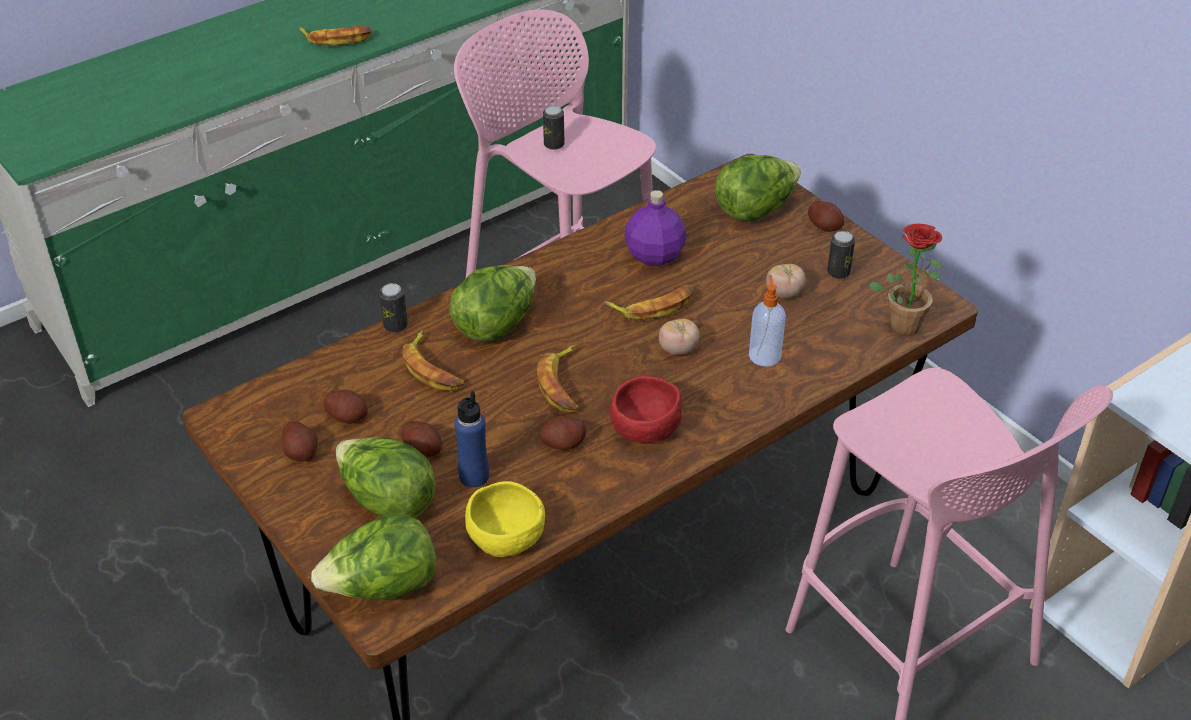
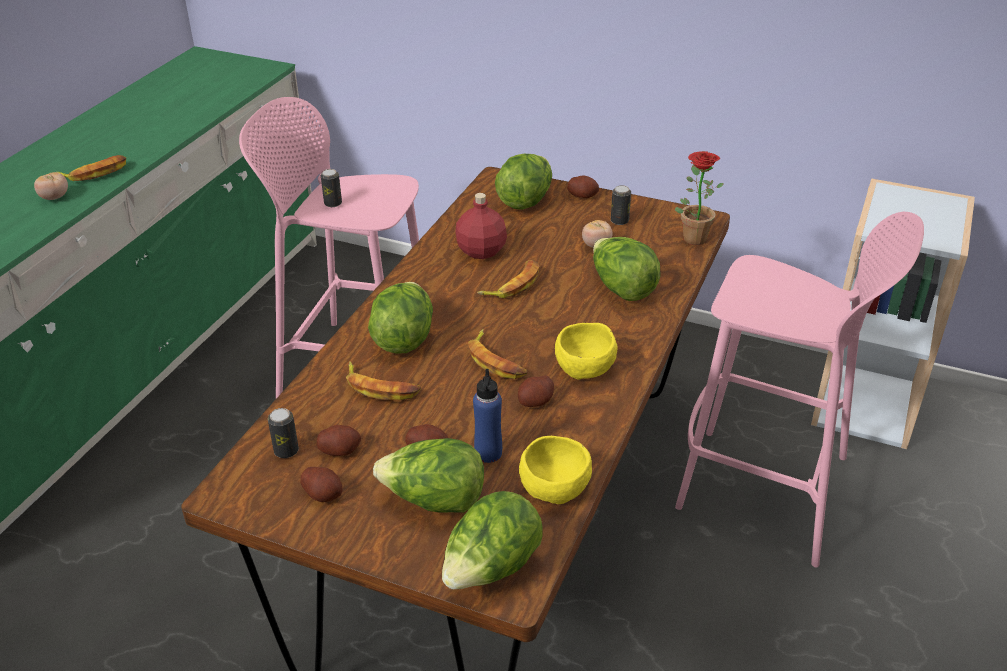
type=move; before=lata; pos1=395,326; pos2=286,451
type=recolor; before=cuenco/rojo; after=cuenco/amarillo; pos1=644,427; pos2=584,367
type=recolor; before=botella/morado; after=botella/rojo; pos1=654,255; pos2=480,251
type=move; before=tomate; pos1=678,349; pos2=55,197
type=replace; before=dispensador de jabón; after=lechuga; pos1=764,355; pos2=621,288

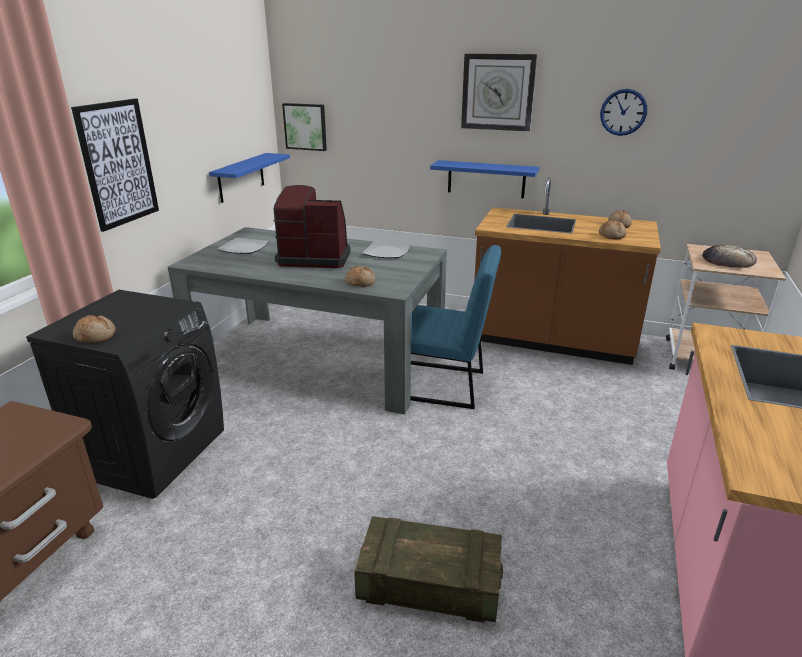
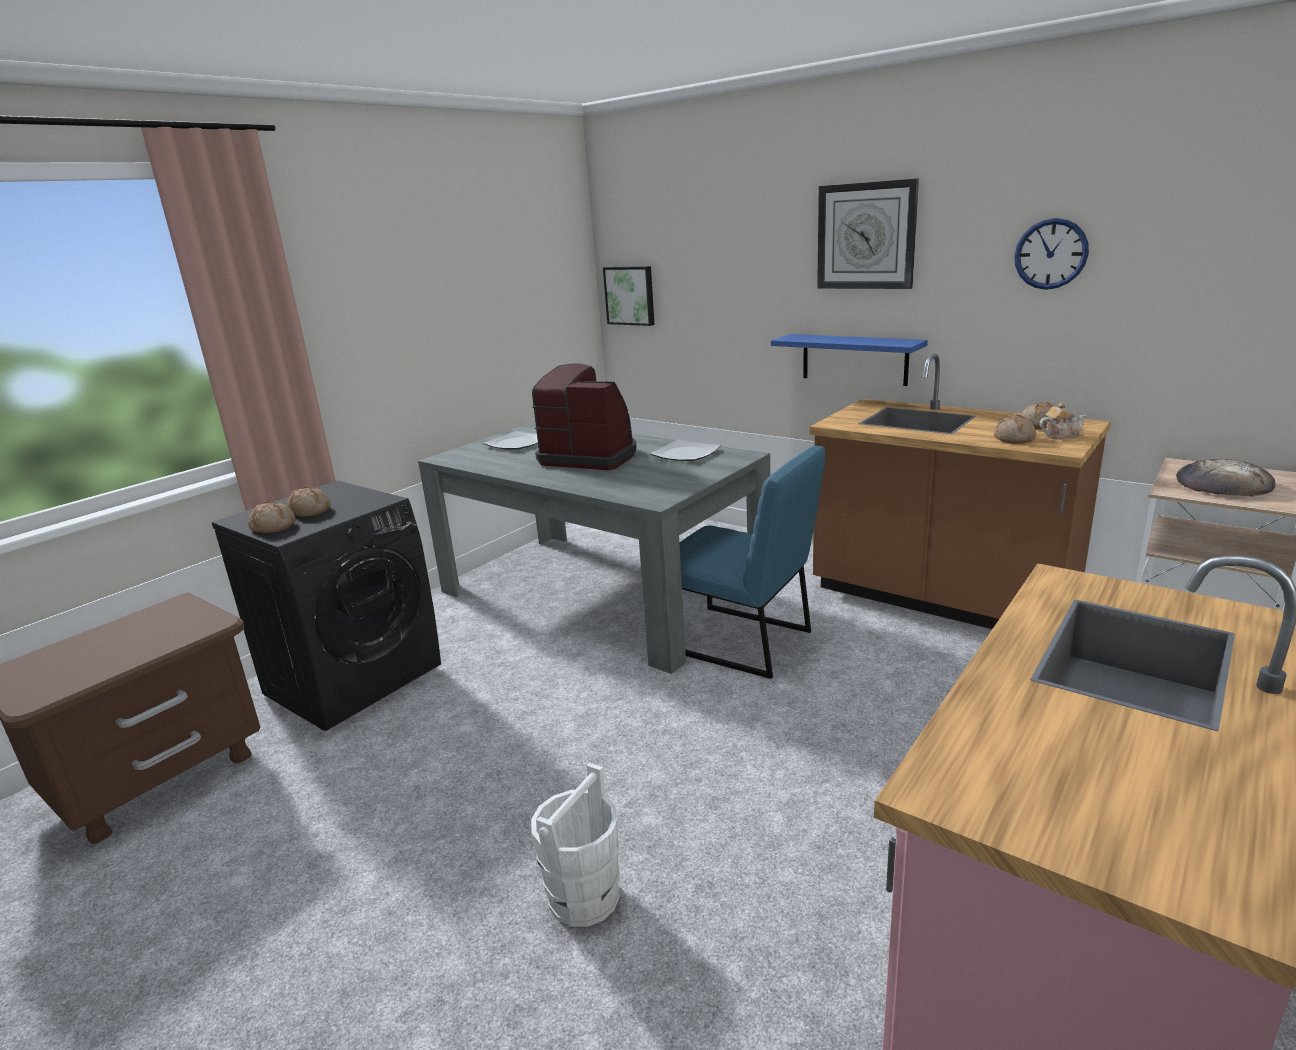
type=delete; before=cuadro; pos1=118,164
type=delete; before=estante/azul; pos1=241,177
type=move; before=pan; pos1=360,282; pos2=310,511
type=replace; before=caja de embalaje; after=cubo/blanco; pos1=429,584; pos2=583,897
type=insert; after=tetera; pos2=1060,435

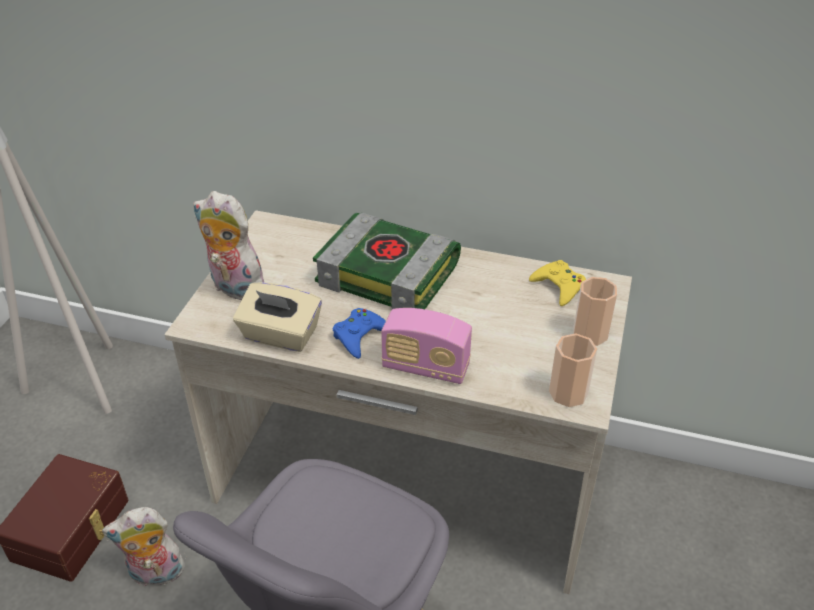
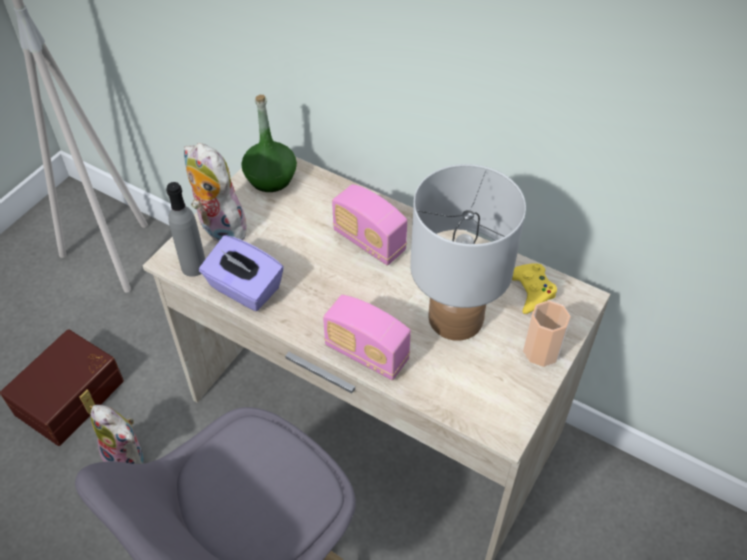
type=rotate; before=peluche; pos1=155,575; pos2=128,457; turn=-150
type=recolor; before=caja de pañuelos/beis; after=caja de pañuelos/morado; pos1=280,335; pos2=244,289
type=replace; before=libro; after=radio; pos1=390,274; pos2=369,242
type=delete; before=mando de consola/azul; pos1=360,336
type=delete; before=taza; pos1=568,393
type=insert; after=botella/gris; pos2=194,266
type=insert; after=botella/verde; pos2=270,178
type=insert; after=lámpara de mesa/gris; pos2=455,319

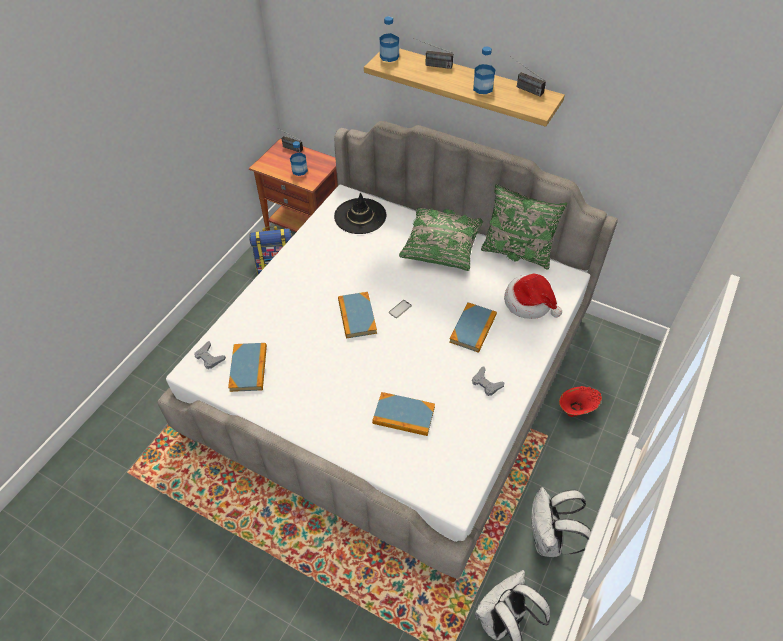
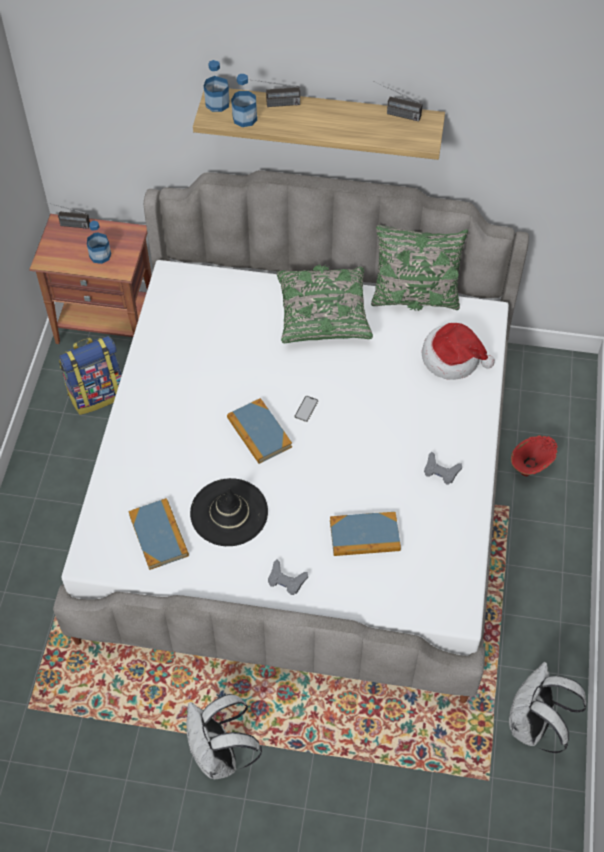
type=move; before=mando de consola/gris; pos1=209,357; pos2=286,580
type=move; before=sombrero/negro; pos1=360,216; pos2=229,512
type=delete; before=libro; pos1=473,329
type=move; before=botella; pos1=482,88; pos2=245,118
type=move; before=mochila/blanco; pos1=548,539; pos2=220,756

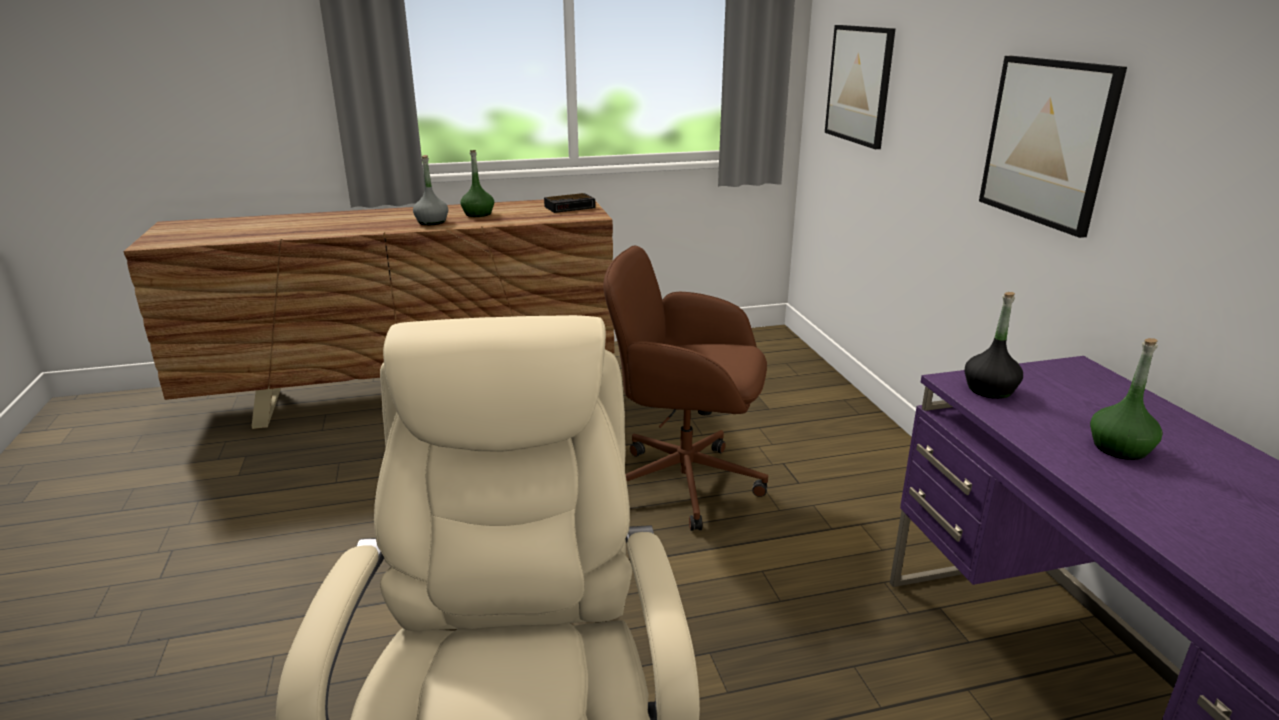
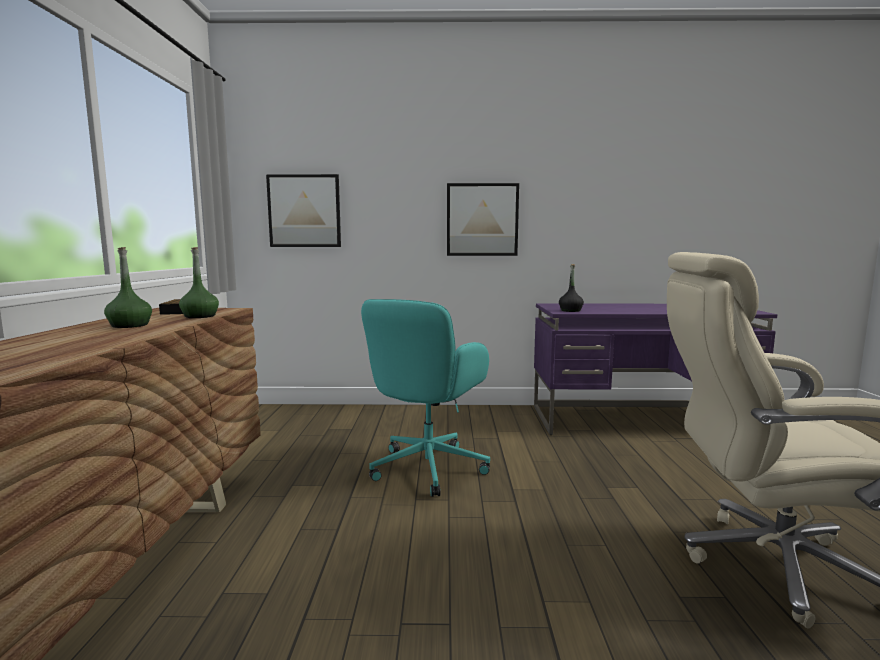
type=delete; before=botella/gris; pos1=432,222
type=recolor; before=silla de oficina/marrón; after=silla de oficina/turquesa; pos1=685,483; pos2=428,468
type=move; before=botella/verde; pos1=1119,448; pos2=200,316

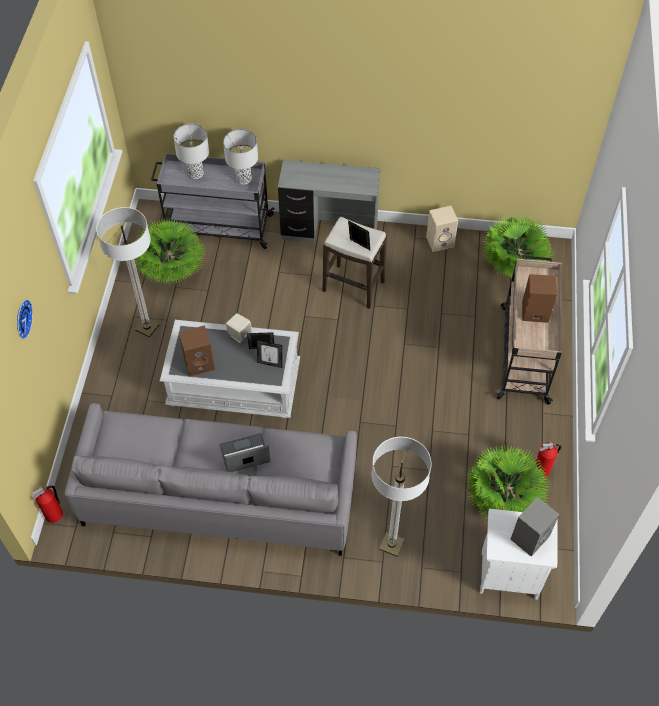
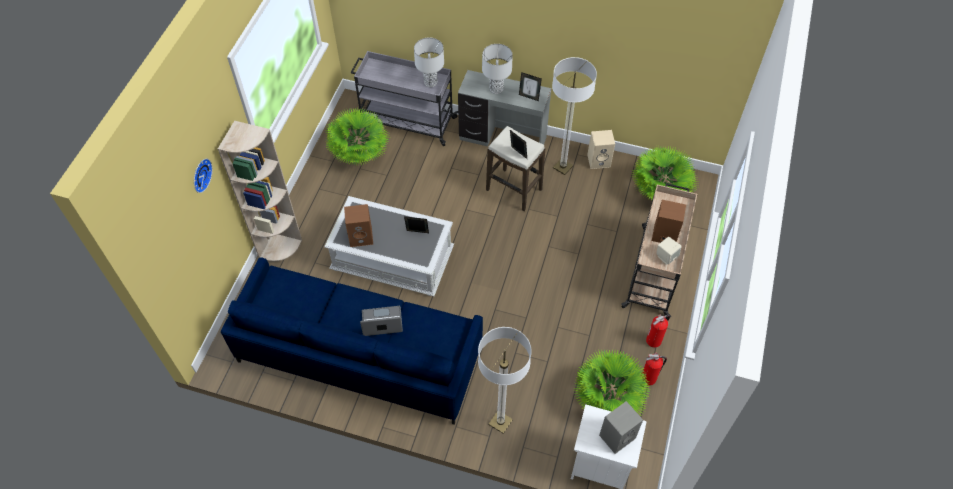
type=move; before=extintor; pos1=54,515; pos2=654,341
type=recolor; before=sofá/gris; after=sofá/azul; pos1=219,494; pos2=359,353
type=move; before=lámpara de pie; pos1=147,328; pos2=562,167
type=move; before=lámpara de mesa/blanco; pos1=195,173; pos2=496,89
type=move; before=altavoz/beis; pos1=239,334; pos2=666,256
type=move; before=portarretratos; pos1=270,363; pos2=529,96
type=insert; after=estantería/beis; pos2=280,250

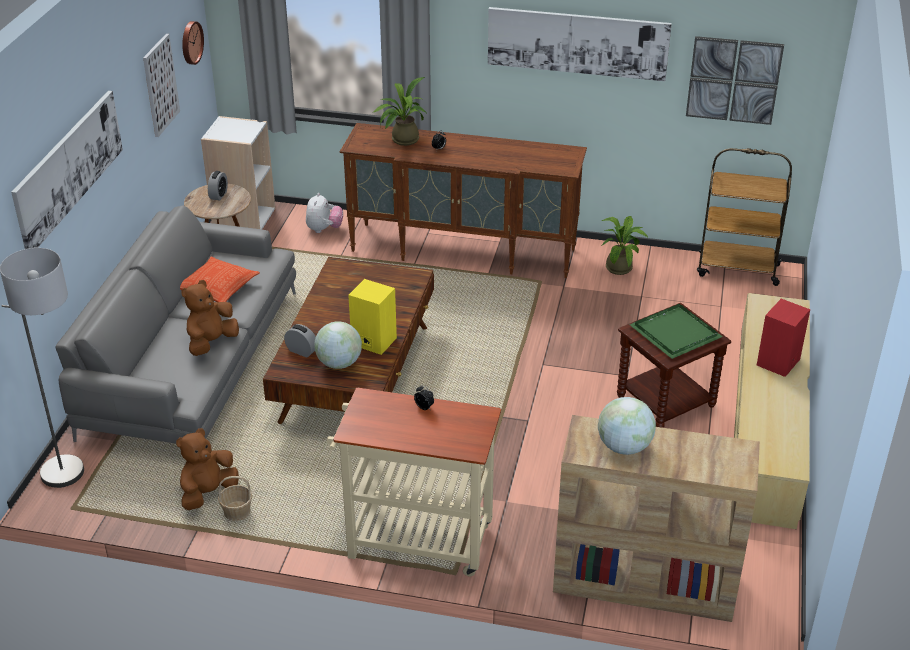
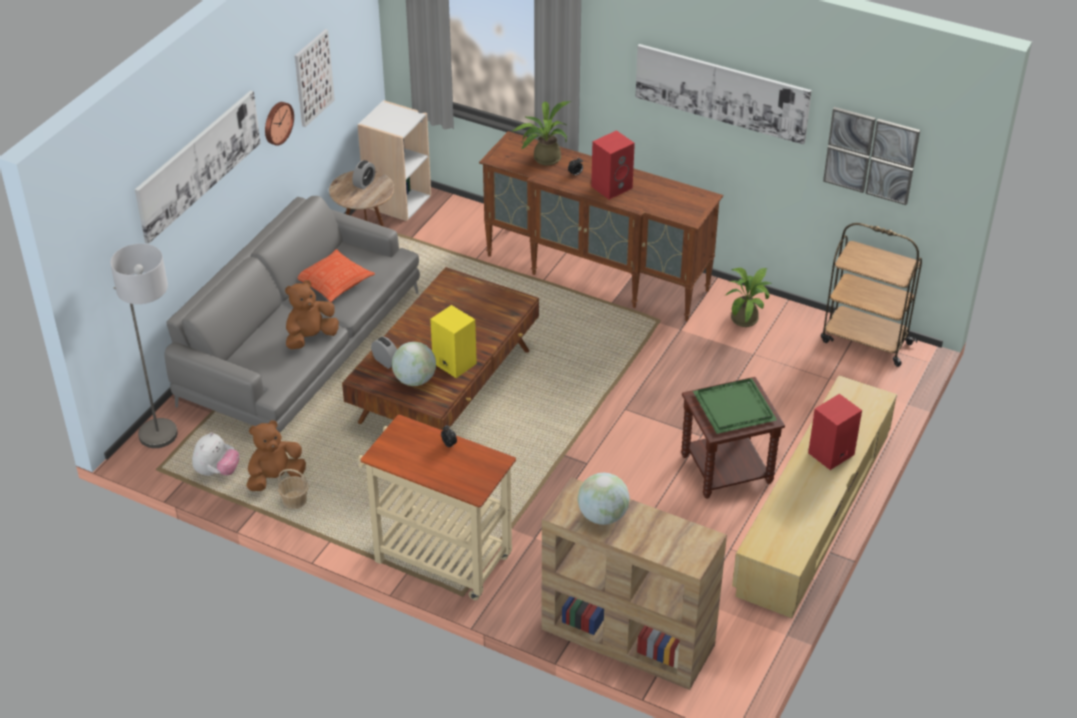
type=move; before=reloj de pared; pos1=190,42; pos2=277,122
type=move; before=peluche; pos1=324,229; pos2=217,472
type=insert; after=altavoz/rojo; pos2=612,186

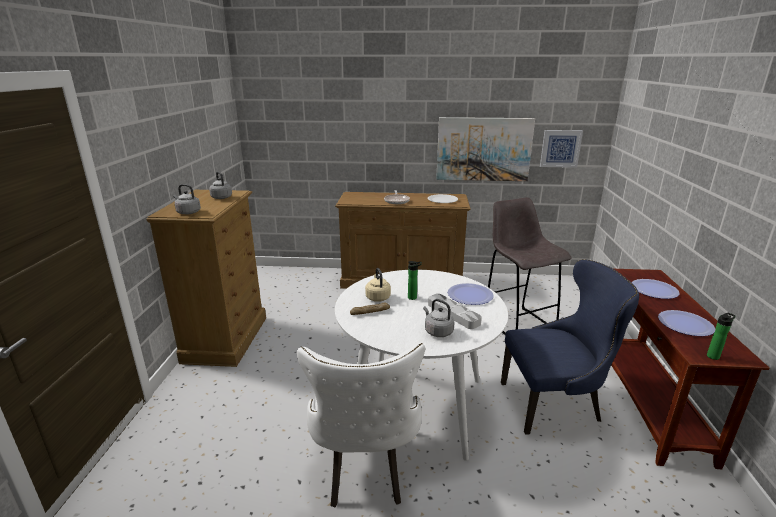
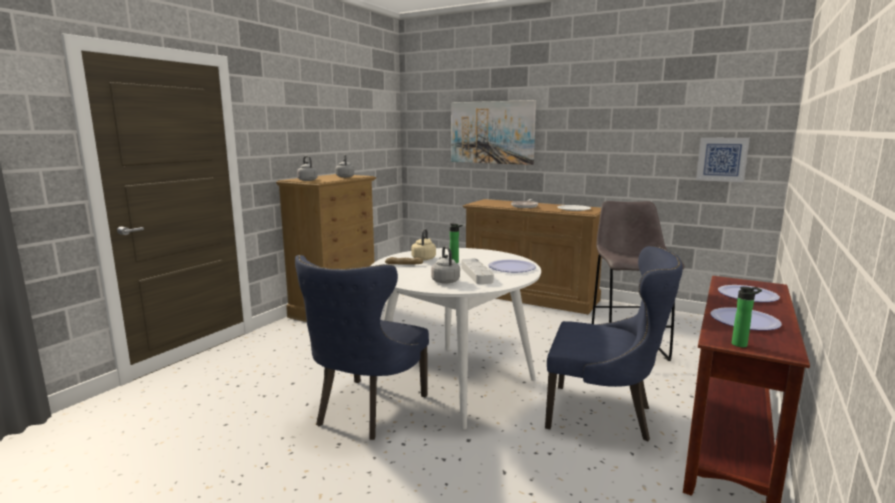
type=recolor; before=silla/blanco; after=silla/azul; pos1=365,468; pos2=367,410
type=move; before=cuadro; pos1=483,149; pos2=492,132

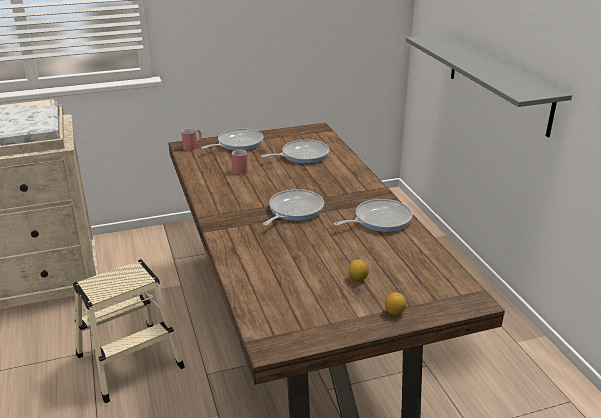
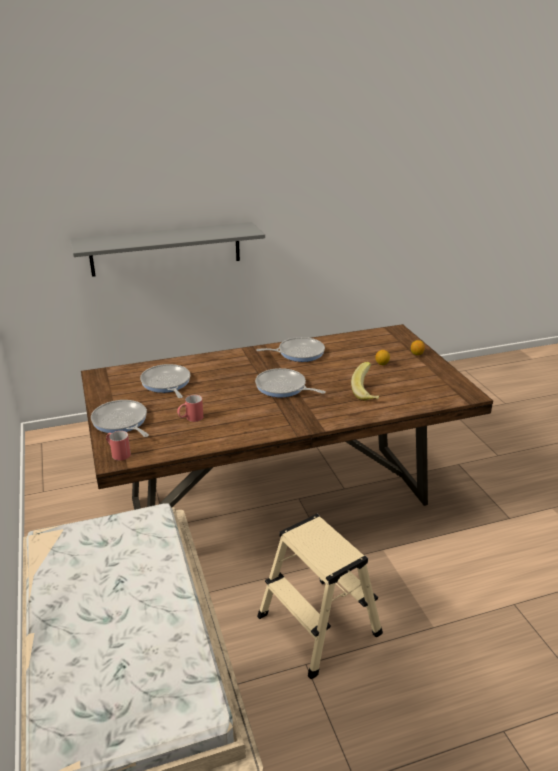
type=rotate; before=sartén; pos1=379,220; pos2=298,353; turn=105
type=insert; after=plátano; pos2=367,393

